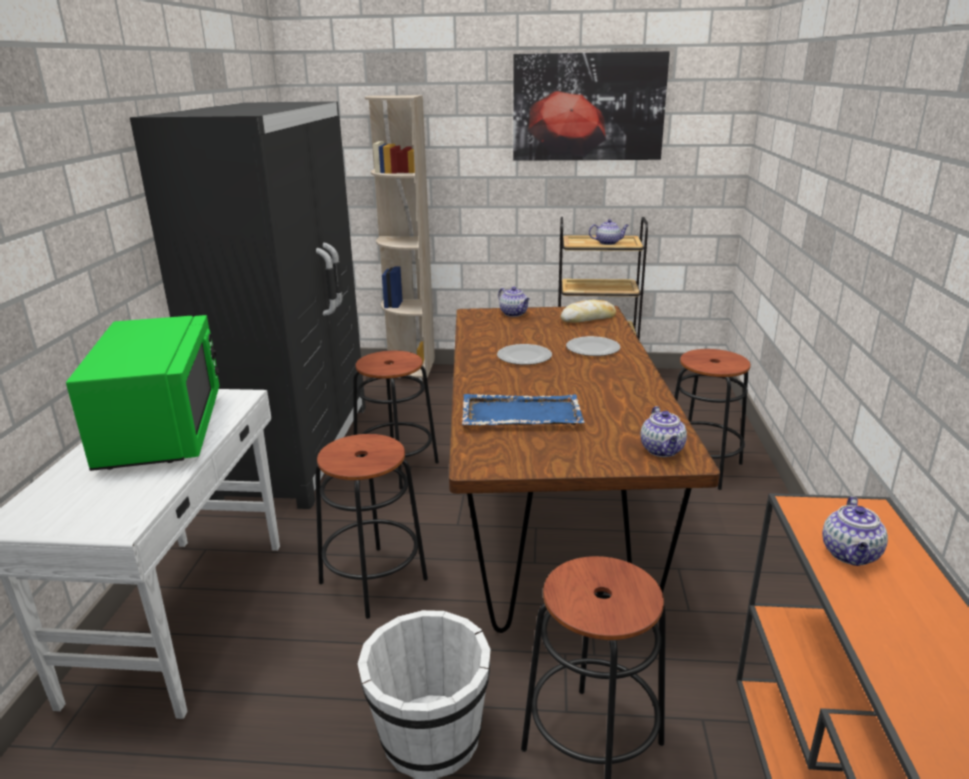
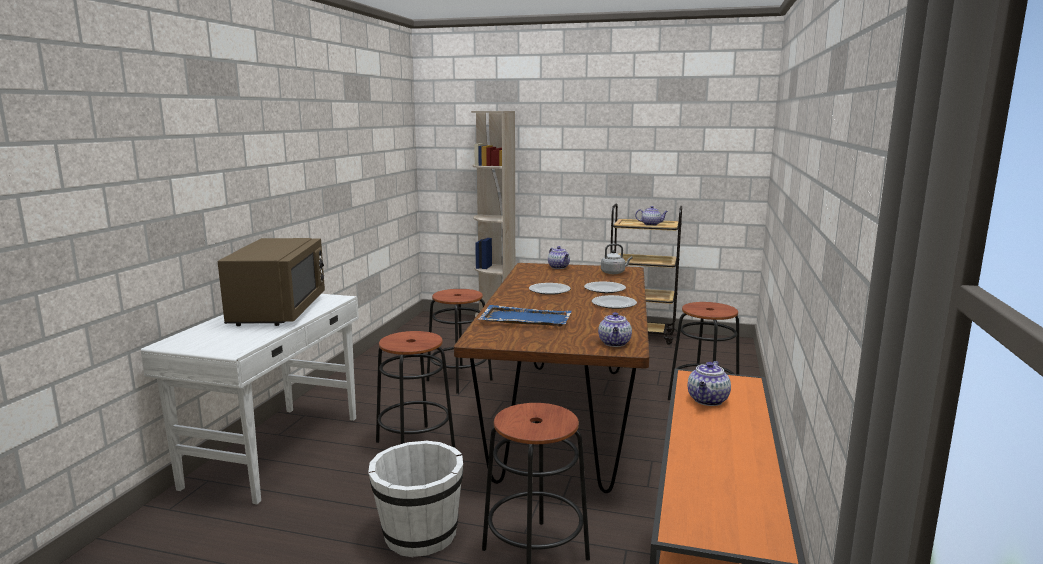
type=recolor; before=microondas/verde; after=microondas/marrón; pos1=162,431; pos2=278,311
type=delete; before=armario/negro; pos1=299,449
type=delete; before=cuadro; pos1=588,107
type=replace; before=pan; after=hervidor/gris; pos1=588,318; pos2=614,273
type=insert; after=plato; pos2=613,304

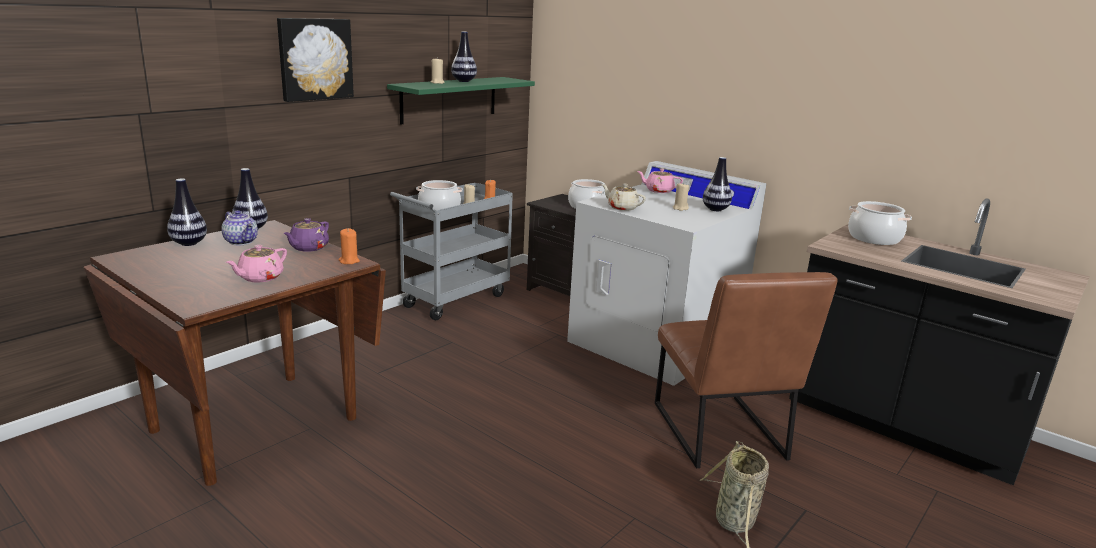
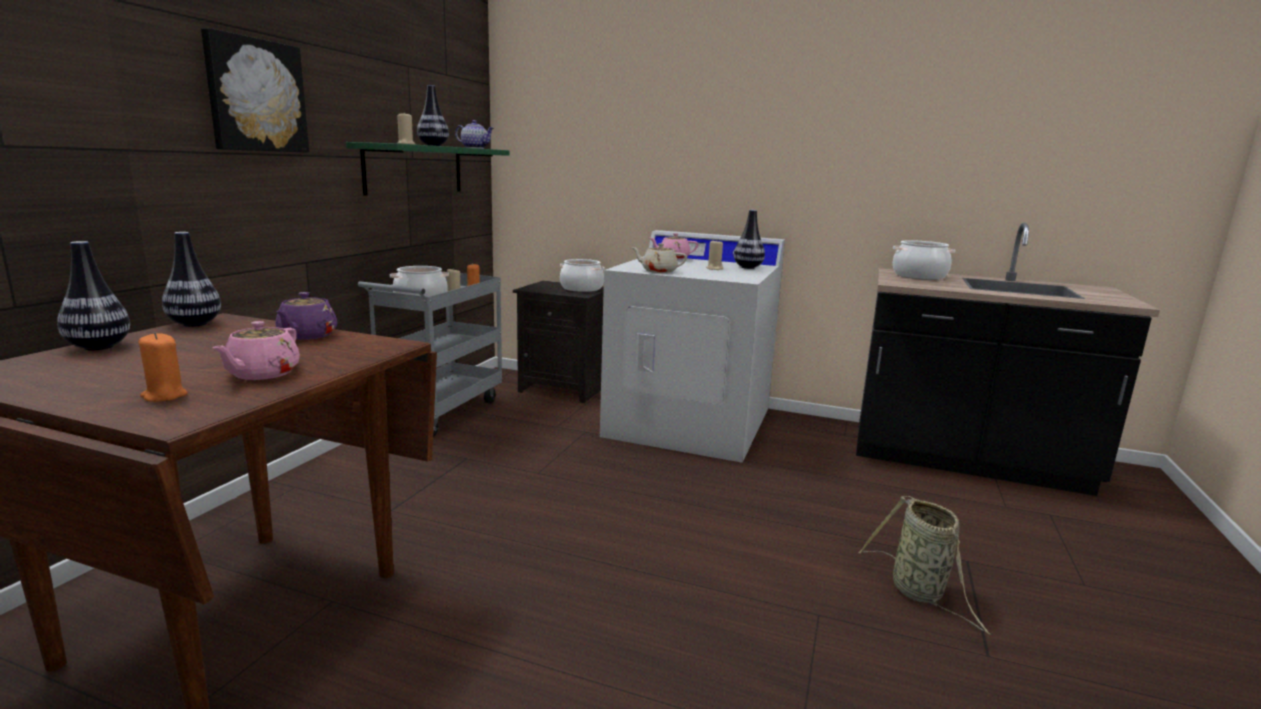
type=move; before=tetera; pos1=242,242; pos2=475,148
type=move; before=vela/naranja; pos1=349,261; pos2=164,396
type=delete; before=silla/marrón; pos1=719,432

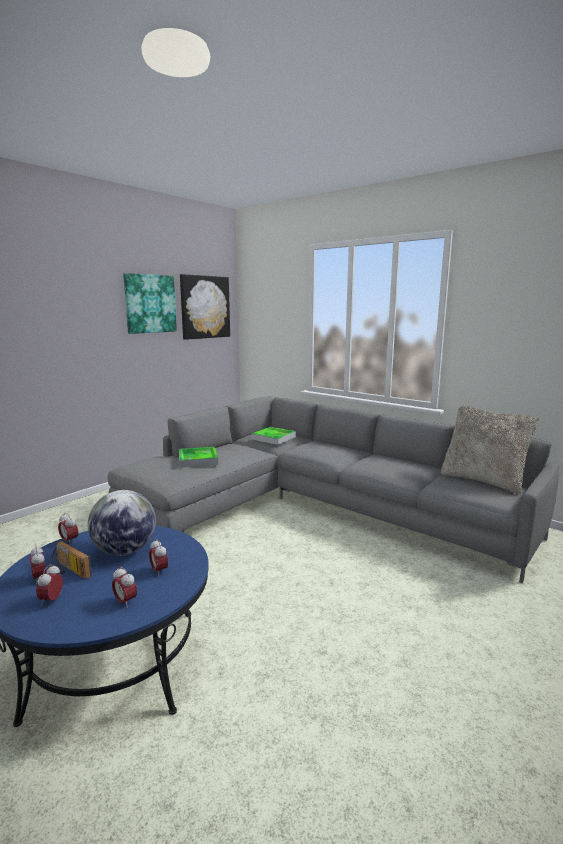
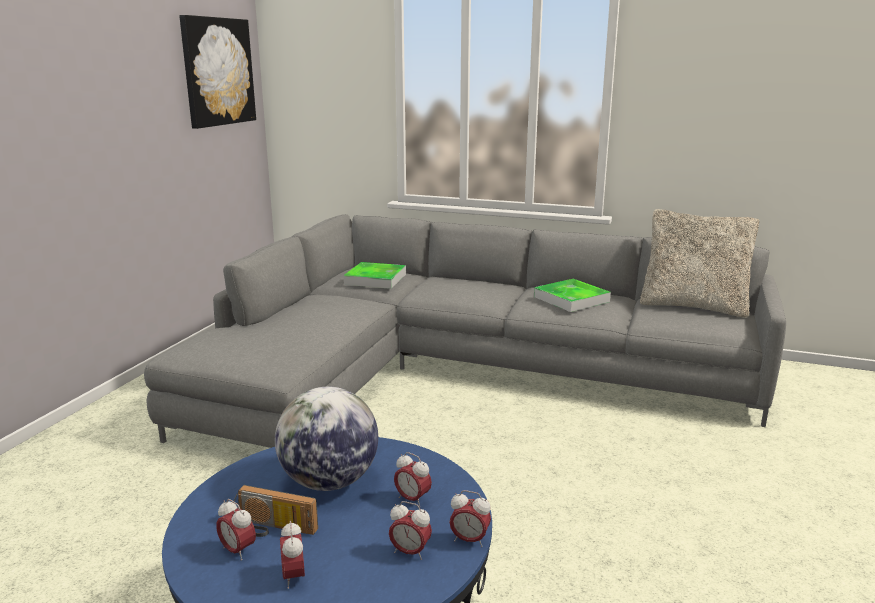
type=move; before=despertador; pos1=69,541; pos2=469,540
type=delete; before=cuadro; pos1=150,304
type=move; before=bandeja; pos1=198,460; pos2=571,299

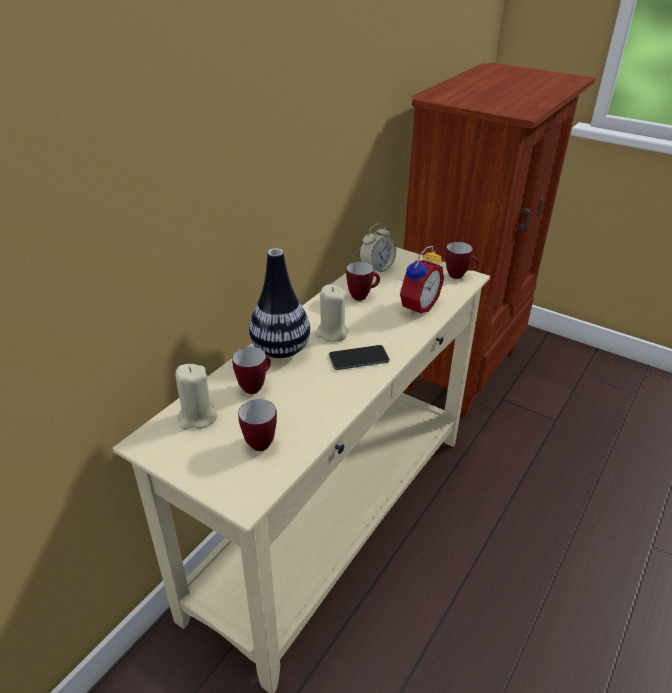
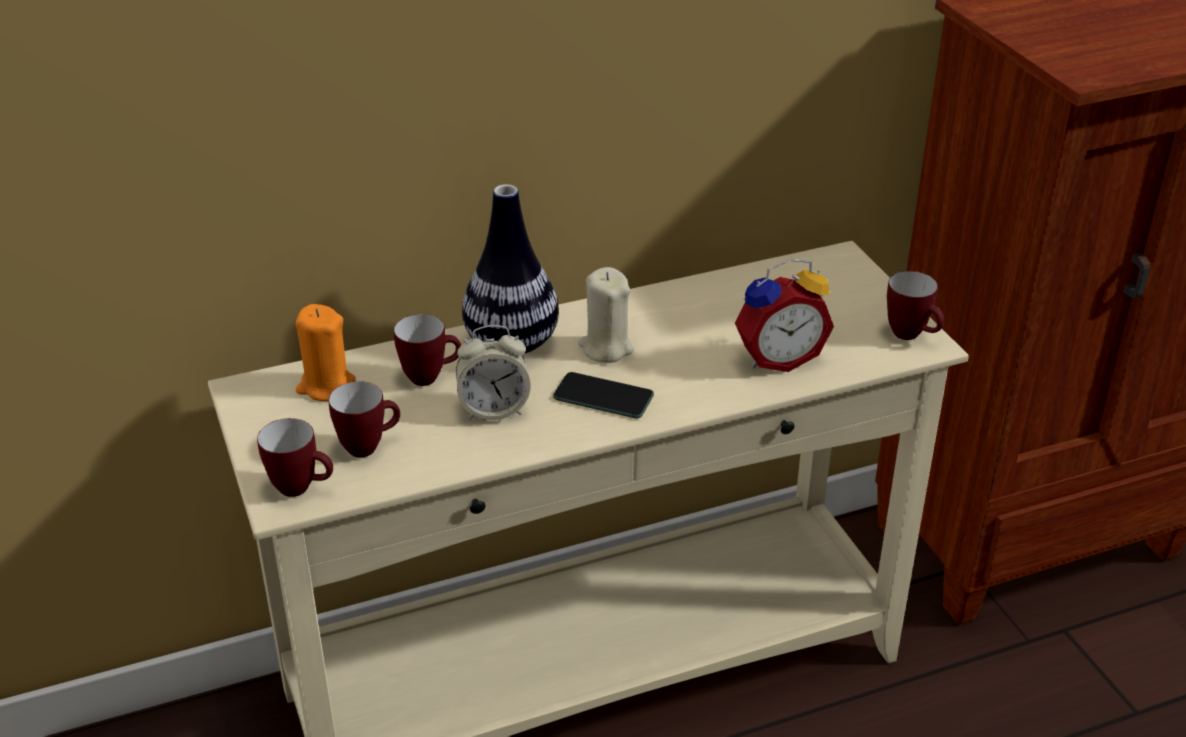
type=recolor; before=vela/beis; after=vela/naranja; pos1=197,417; pos2=326,386
type=move; before=taza grande; pos1=362,296; pos2=302,488
type=move; before=despertador; pos1=376,269; pos2=493,409

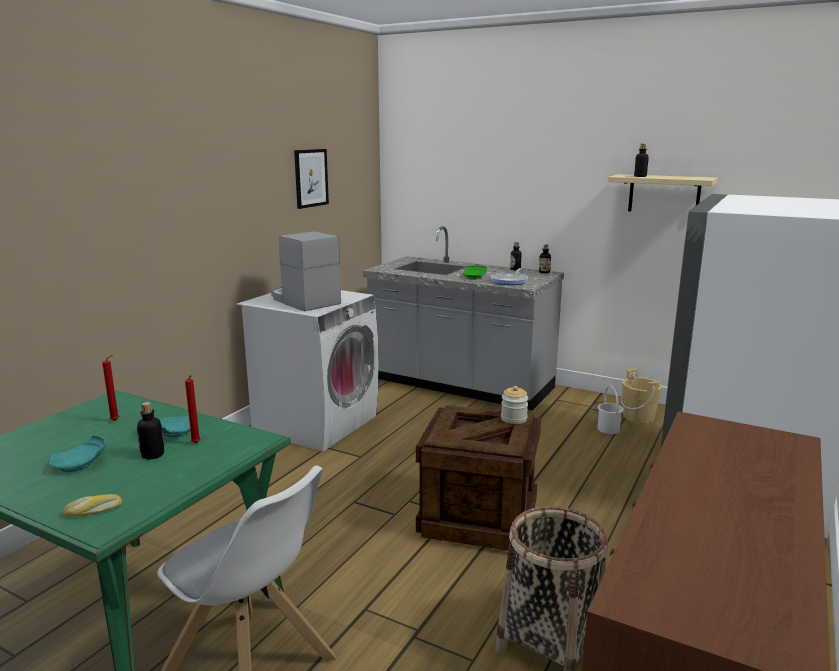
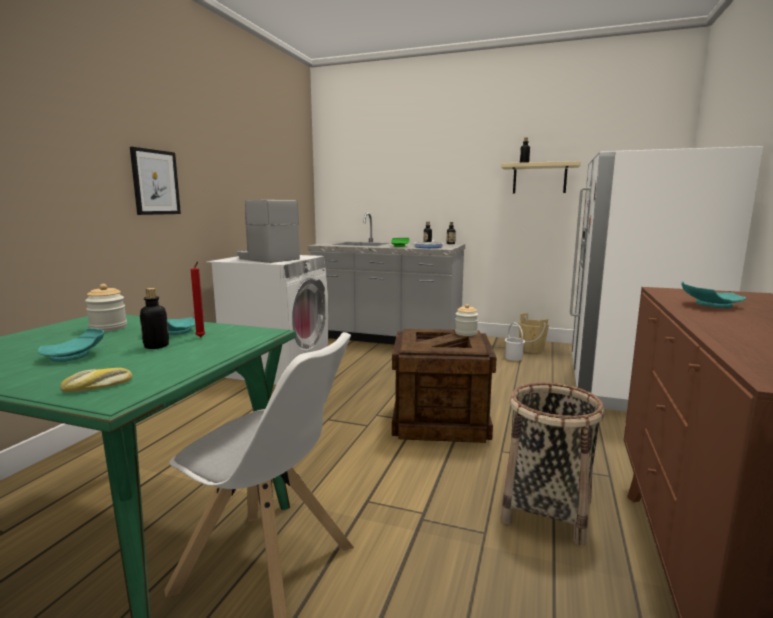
type=replace; before=vela/rojo; after=tarro; pos1=116,421; pos2=108,328
type=move; before=cuadro; pos1=311,178; pos2=155,182
type=insert; after=plato/turquesa; pos2=709,305

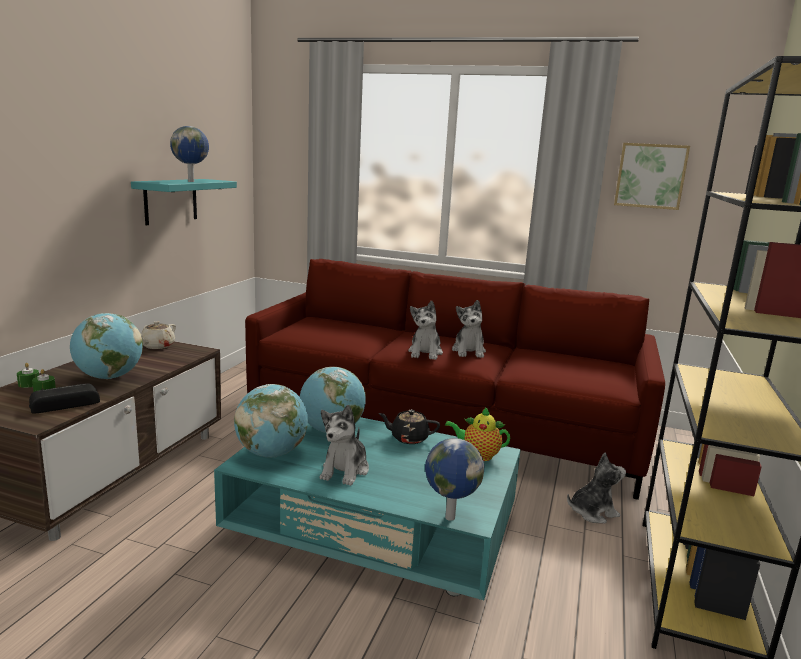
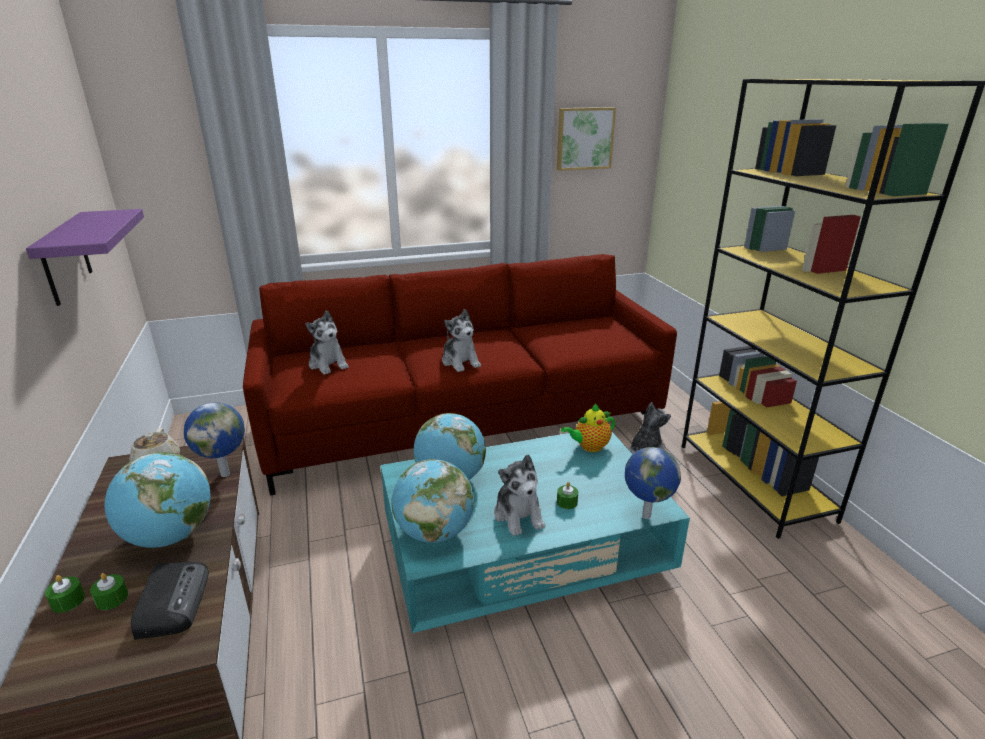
type=rotate; before=radio; pos1=63,403; pos2=173,601; turn=150
type=recolor; before=estante/turquesa; after=estante/morado; pos1=171,201; pos2=65,258
type=move; before=globo terráqueo; pos1=192,181; pos2=226,473
type=delete; before=tetera/negro; pos1=408,438
type=move; before=peluche; pos1=469,351; pos2=328,364
type=insert; after=vela/verde; pos2=567,502

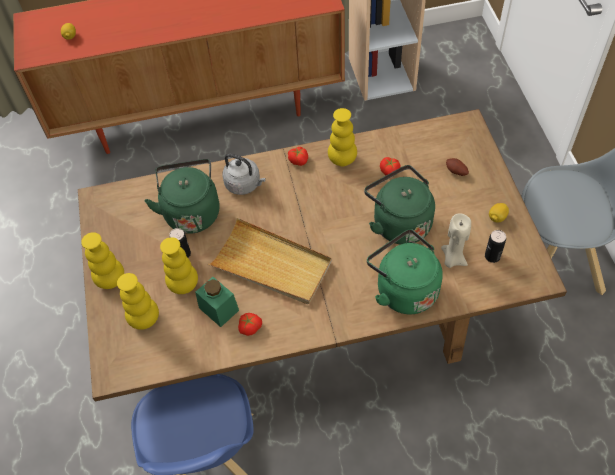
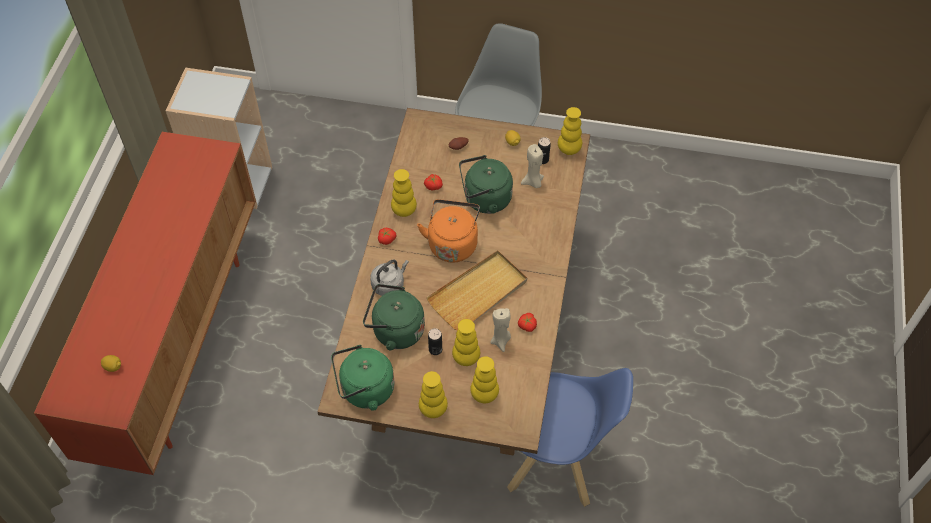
type=replace; before=tarro/verde; after=vela/beis; pos1=219,309; pos2=500,341
type=move; before=hervidor/verde; pos1=403,289; pos2=364,390
type=insert; after=hervidor/naranja; pos2=452,243
type=insert; after=florero/amarillo; pos2=569,149

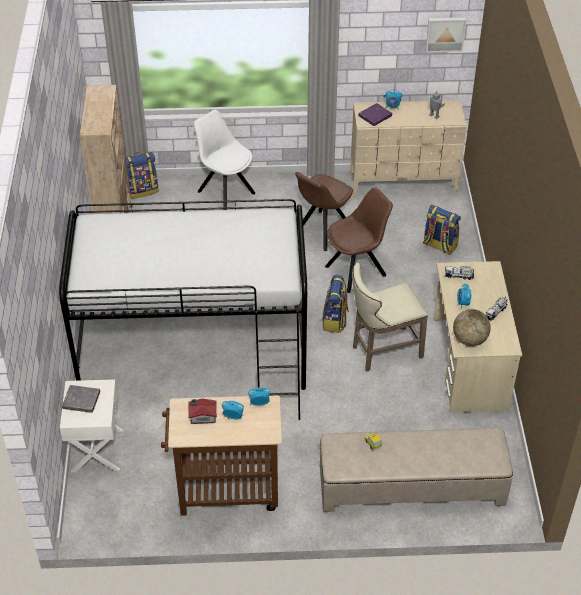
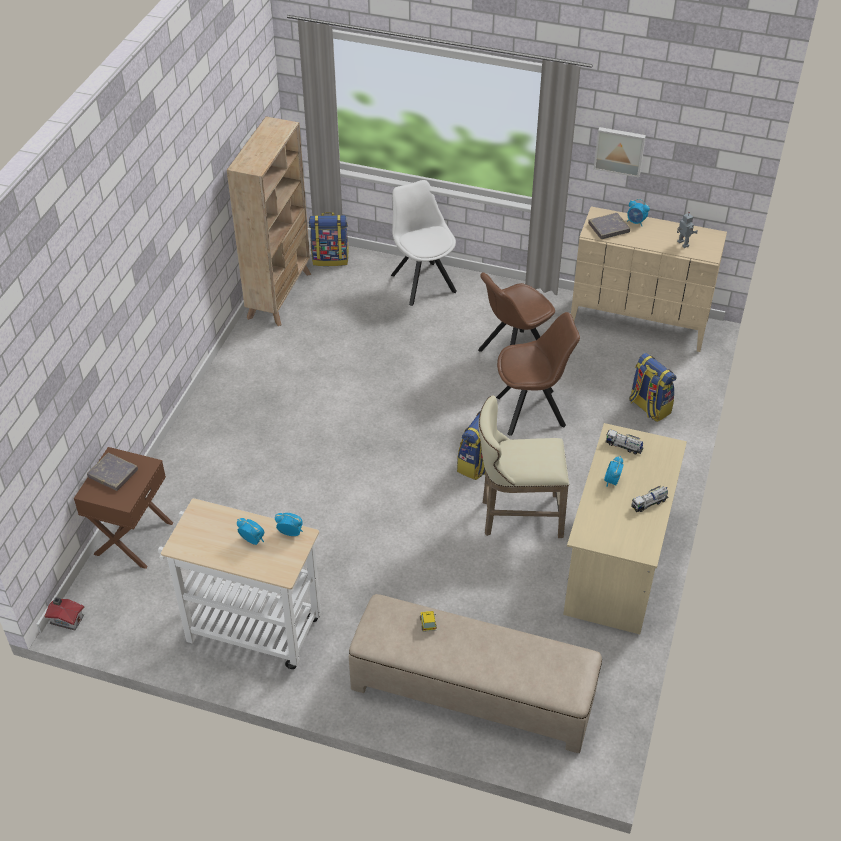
type=delete; before=cama/negro; pos1=196,349
type=recolor; before=mesita de noche/blanco; after=mesita de noche/marrón; pos1=96,450; pos2=132,538
type=recolor; before=carrito/marrón; after=carrito/blanco; pos1=226,491; pos2=251,630
type=move; before=casita; pos1=202,416; pos2=67,618
type=recolor; before=libro/morado; after=libro/gris; pos1=375,116; pos2=608,228
type=move; before=cuadro; pos1=445,33; pos2=619,150
type=delete; before=globo terráqueo; pos1=469,340

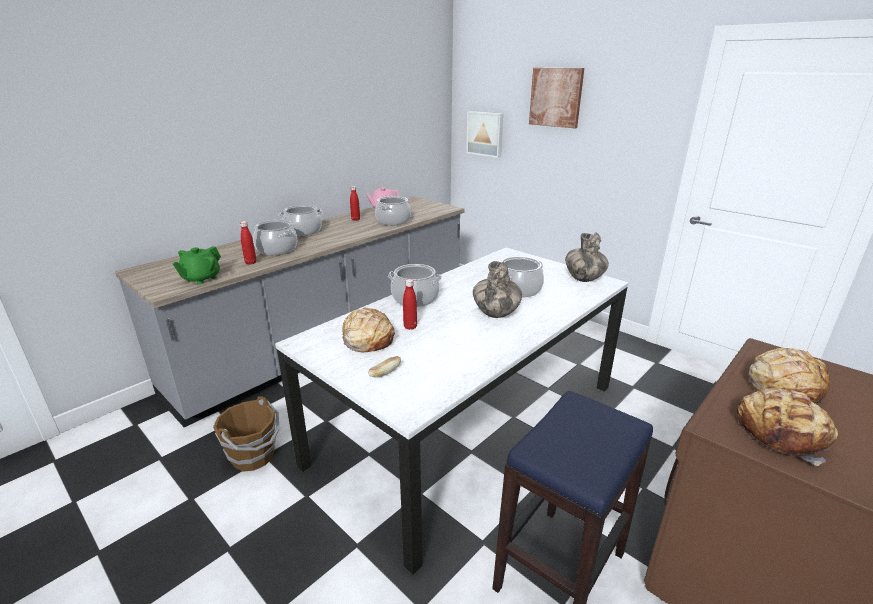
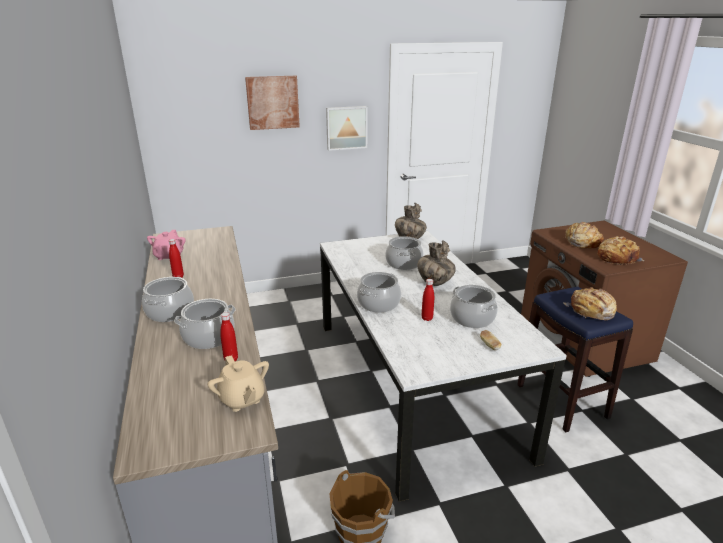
type=recolor; before=tetera/verde; after=tetera/beis; pos1=201,279; pos2=242,399
type=move; before=pan; pos1=367,339; pos2=591,311
type=move; before=olla; pos1=393,221; pos2=472,318
type=move; before=cuadro; pos1=485,134; pos2=346,127

